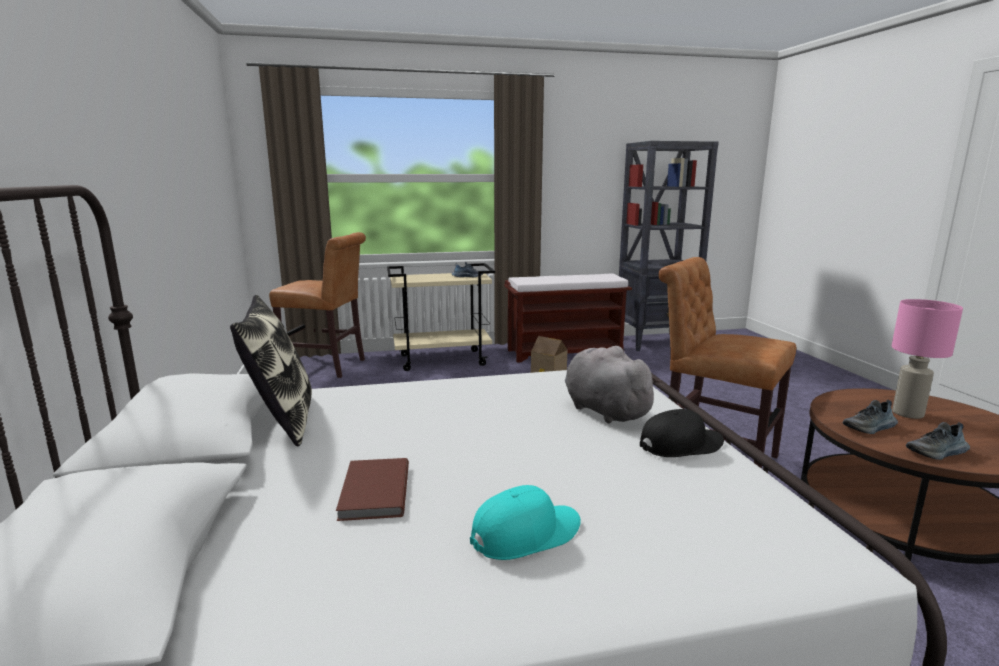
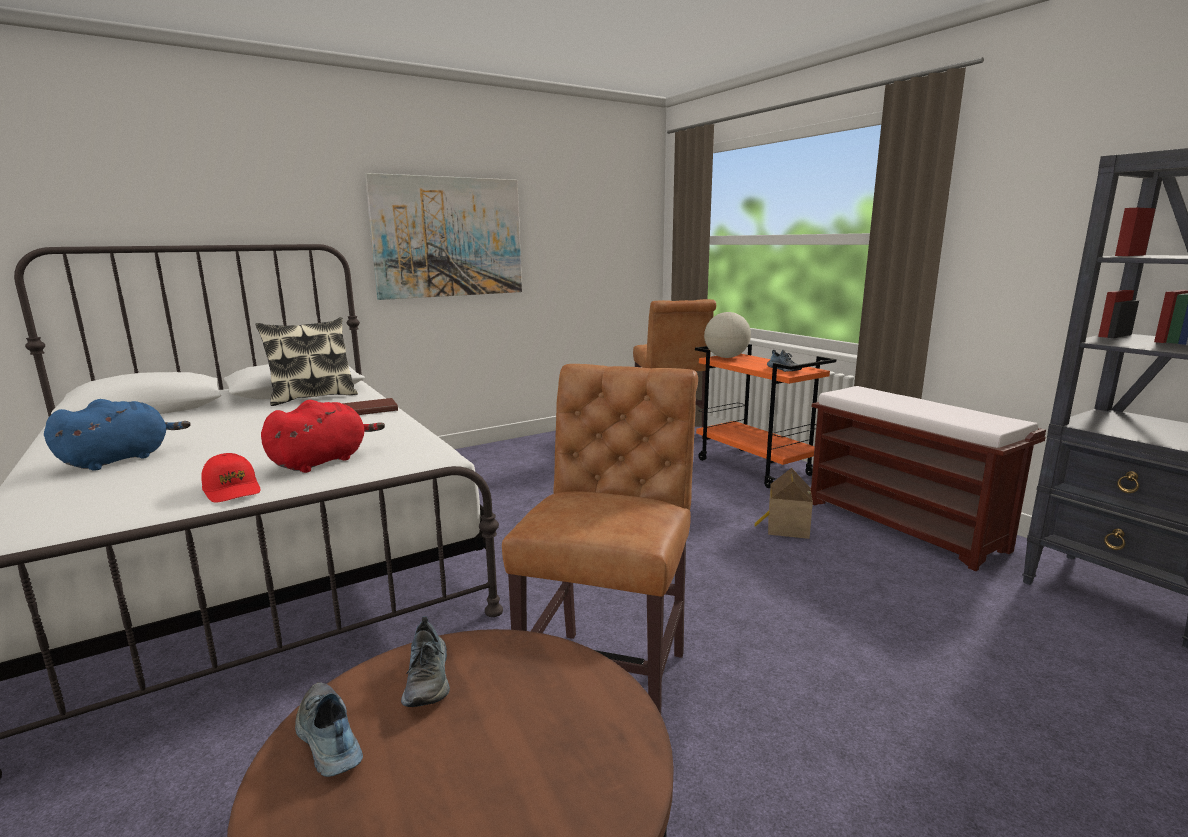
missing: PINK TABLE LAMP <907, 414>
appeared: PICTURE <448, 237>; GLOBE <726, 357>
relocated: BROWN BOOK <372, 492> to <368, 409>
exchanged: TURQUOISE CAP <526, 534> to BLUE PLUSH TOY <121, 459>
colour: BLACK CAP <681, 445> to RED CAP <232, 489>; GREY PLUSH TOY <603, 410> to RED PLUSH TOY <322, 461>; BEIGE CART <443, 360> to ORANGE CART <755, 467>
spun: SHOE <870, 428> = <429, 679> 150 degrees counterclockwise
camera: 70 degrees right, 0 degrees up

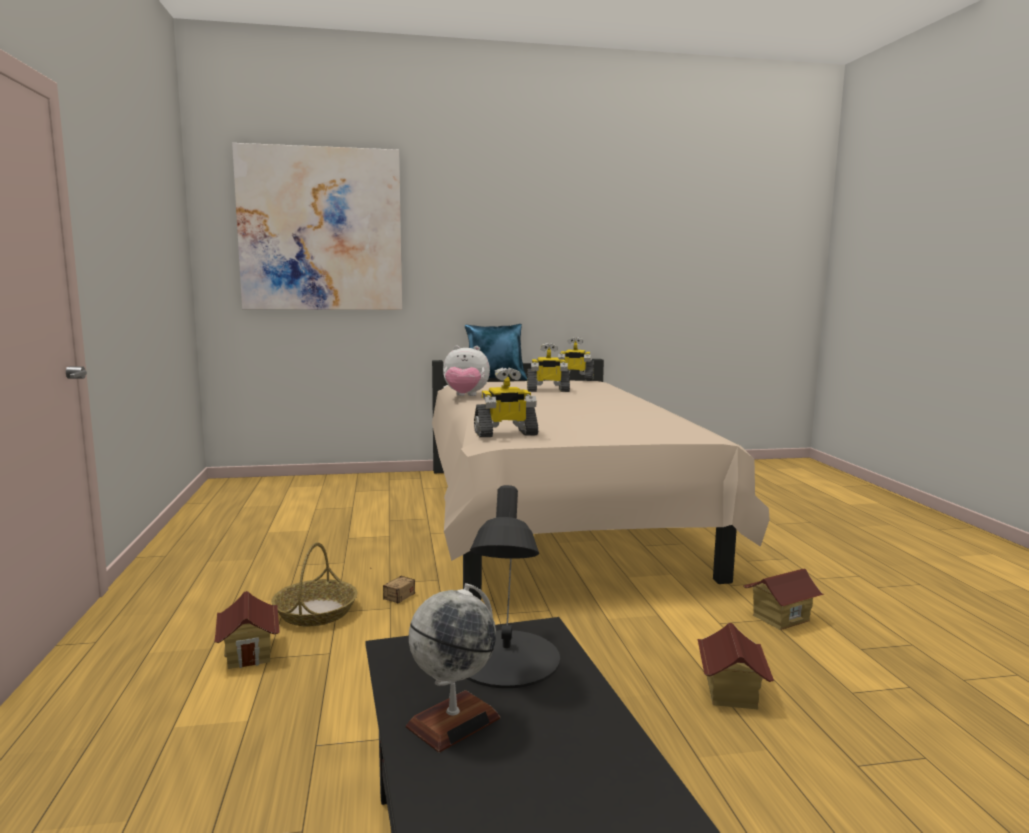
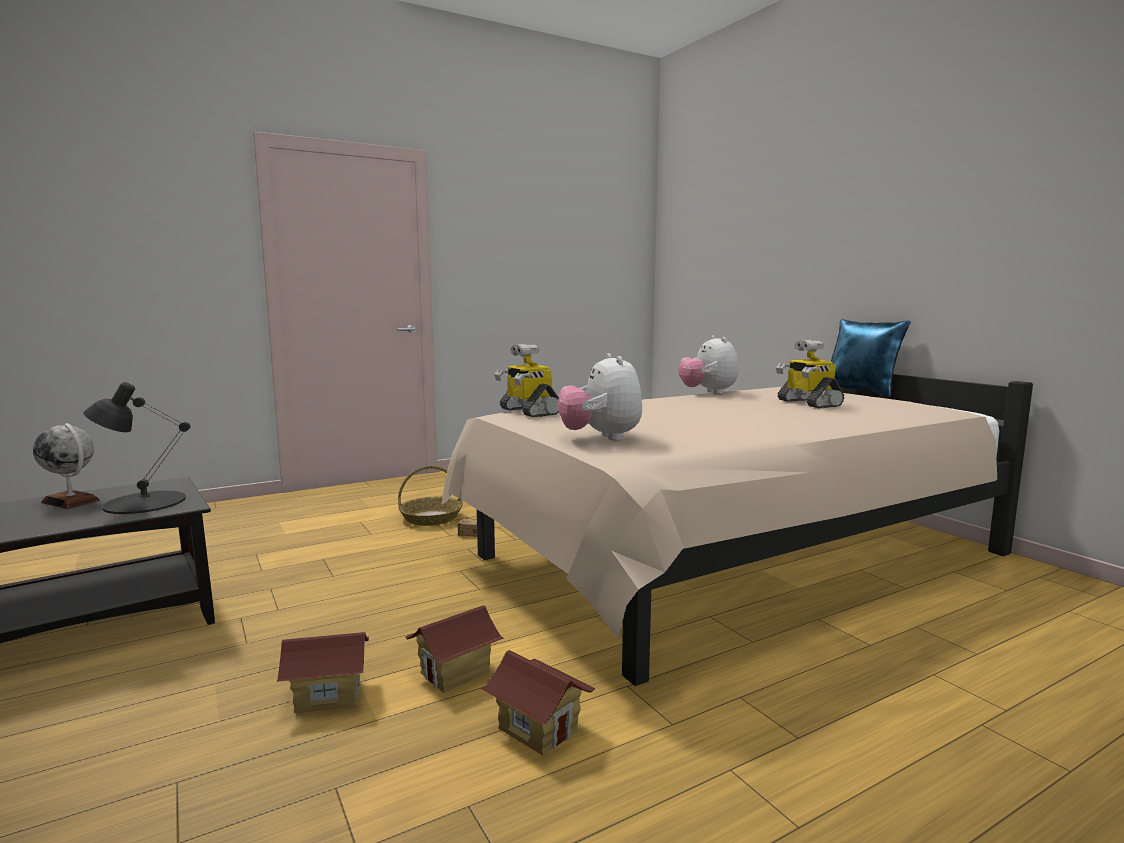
missing: PICTURE <321, 230>; TOY ROBOT <574, 379>
appeared: PLUSH TOY <601, 438>
relocated: TOY HOUSE <249, 654> to <455, 673>
camera: 70 degrees right, 0 degrees up

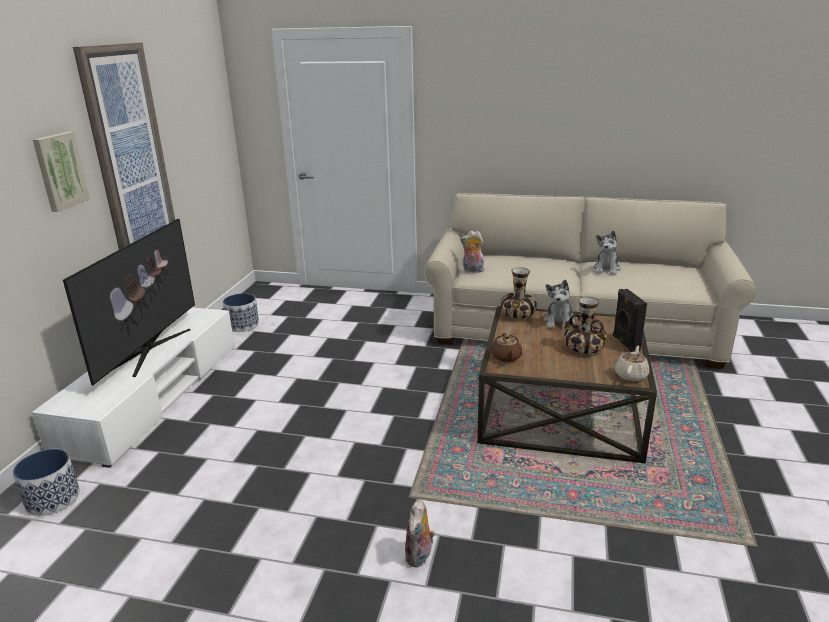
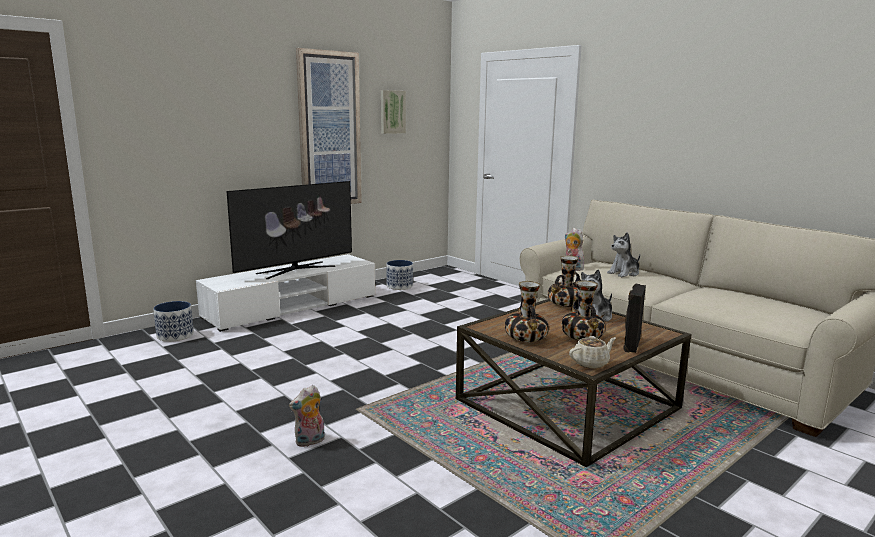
missing: BROWN TEAPOT <506, 357>
appeared: VASE <525, 337>
relocated: PICTURE <59, 171> to <392, 112>; PLUSH TOY <607, 269> to <624, 273>
camera: 35 degrees right, 10 degrees down

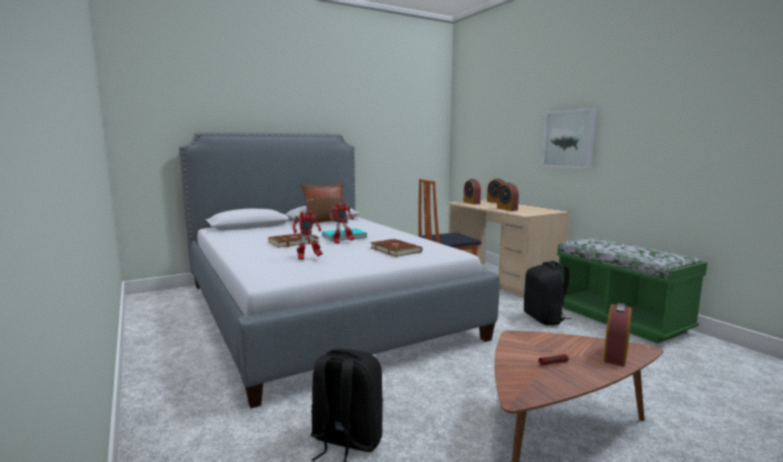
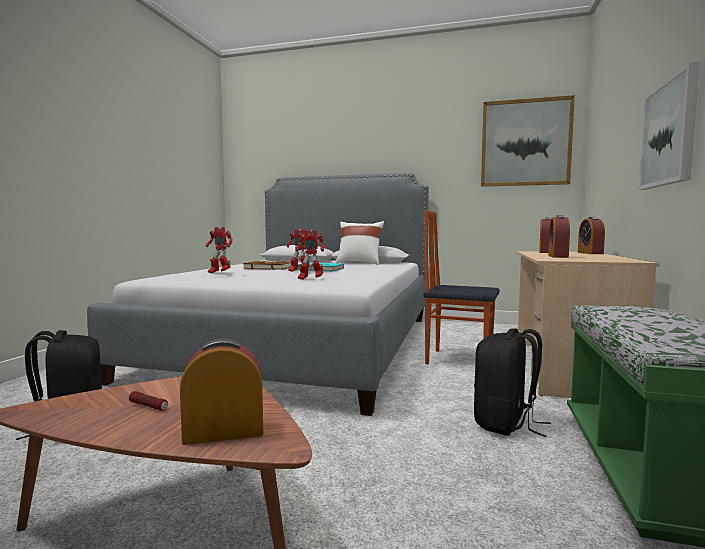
appeared: PICTURE <525, 143>
exchanged: BROWN BOOK <396, 250> to TOY ROBOT <310, 279>
colour: BROWN PILLOW <325, 223> to WHITE PILLOW <359, 263>
camera: 45 degrees right, 5 degrees down

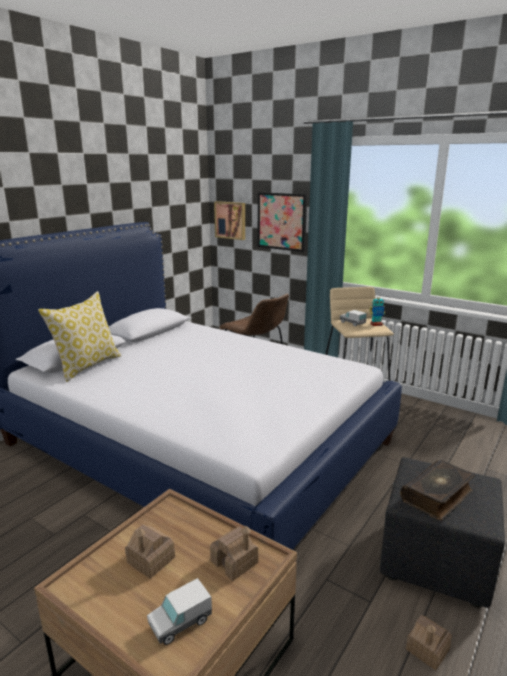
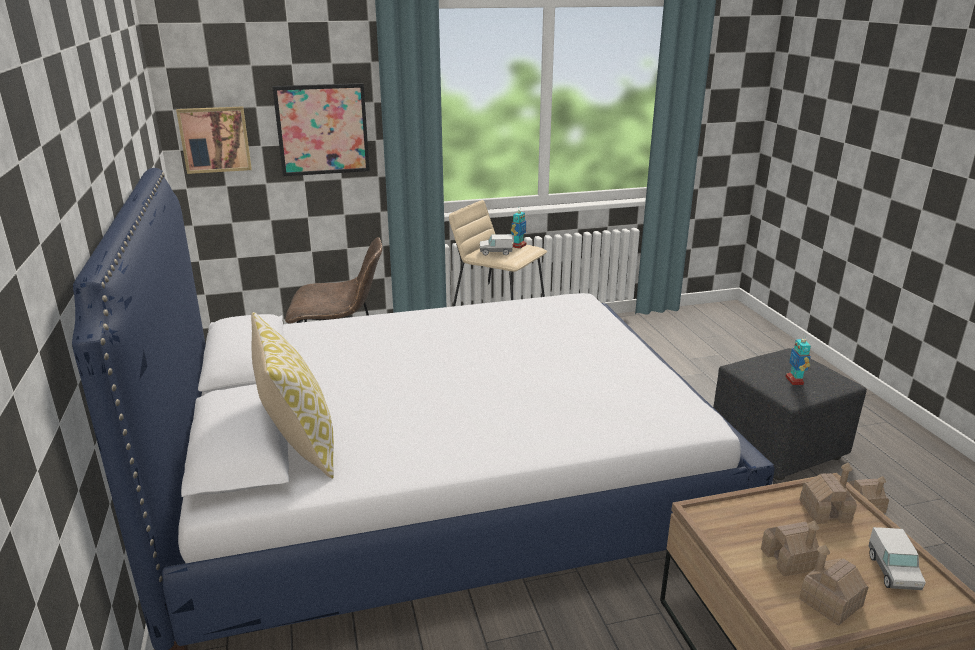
appeared: TOY HOUSE <830, 602>
exchanged: BOOK <438, 496> to TOY ROBOT <795, 381>
camera: 50 degrees left, 5 degrees up

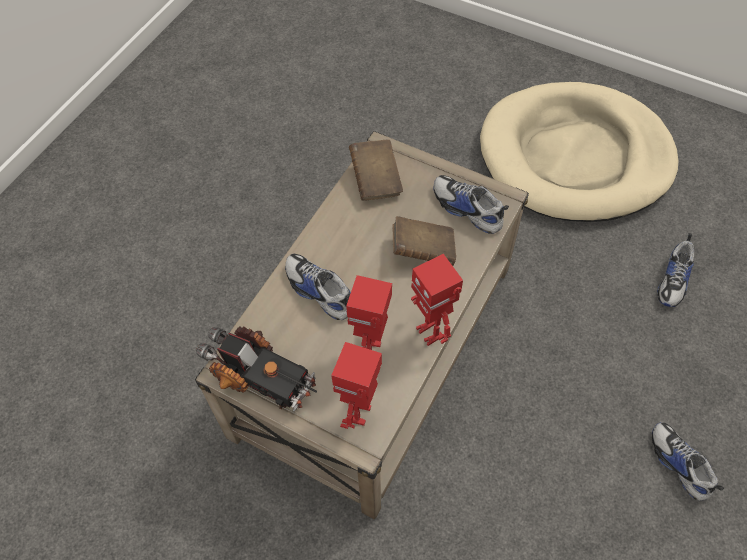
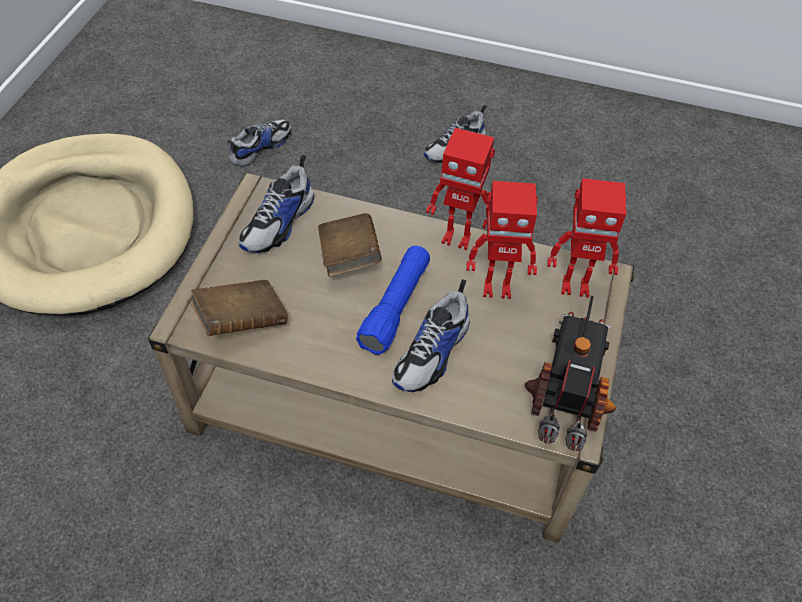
appeared: BLUE FLASHLIGHT <395, 307>
spun: SHOE <674, 280> = <260, 147> 60 degrees counterclockwise; TOY ROBOT <431, 332> = <457, 238> 60 degrees clockwise
camera: 105 degrees left, 5 degrees down

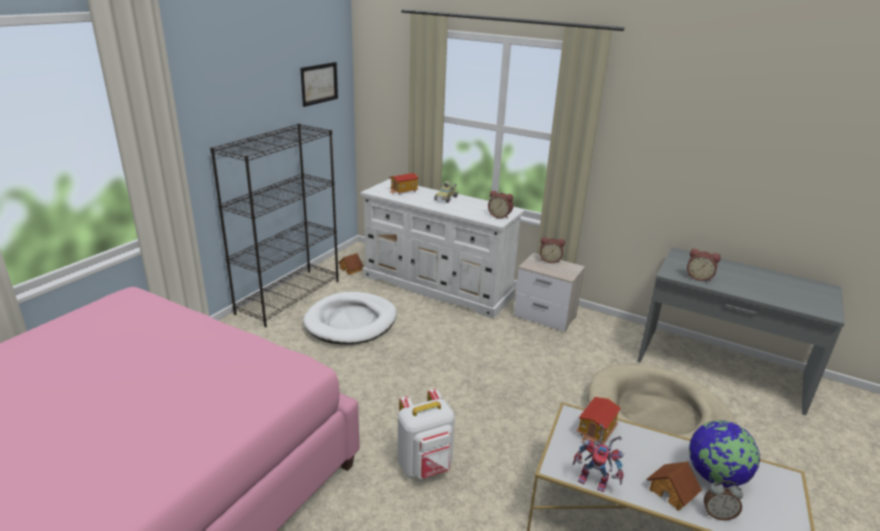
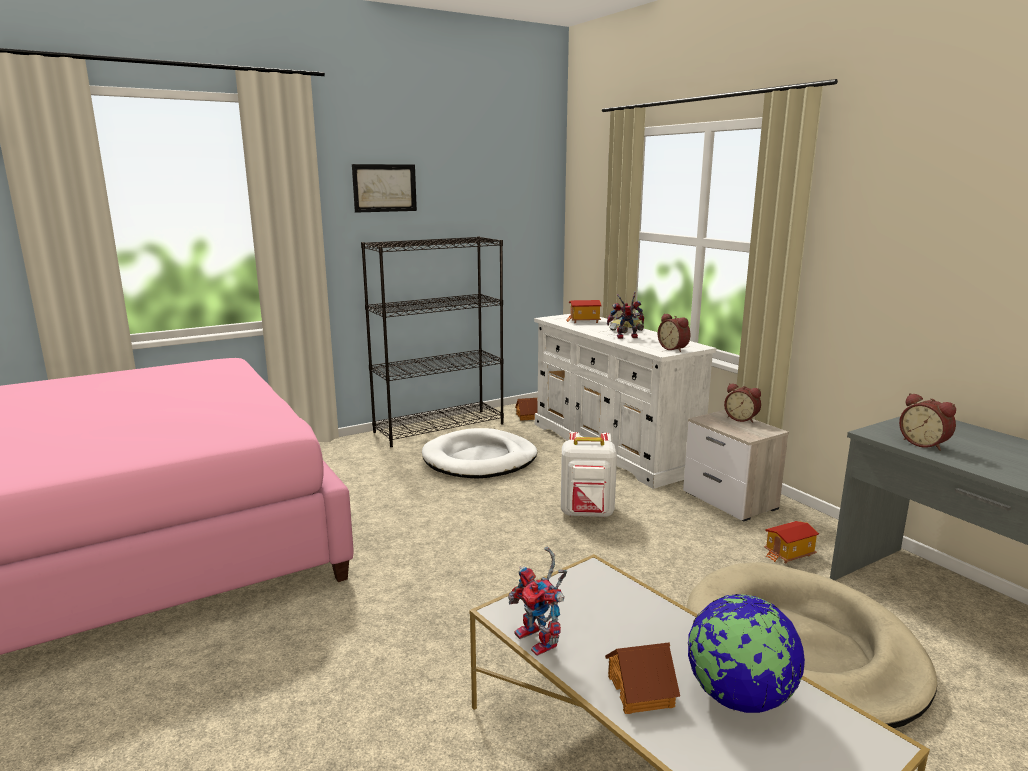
missing: ALARM CLOCK <718, 514>
appeared: TOY ROBOT <625, 337>
relocated: PICTURE <319, 83> to <384, 188>; WHITE BACKPACK <425, 467> to <587, 513>; TOY HOUSE <597, 431> to <789, 554>
camera: 30 degrees right, 10 degrees down

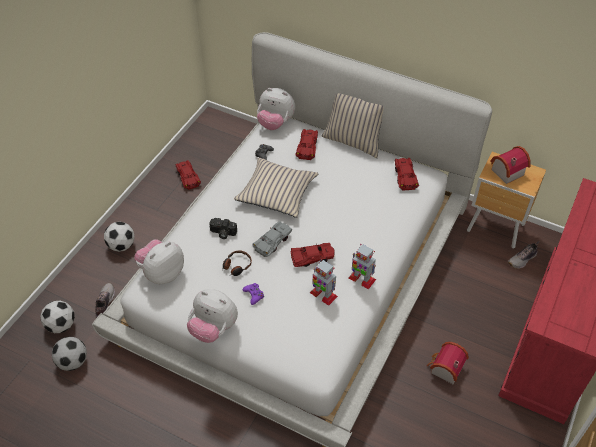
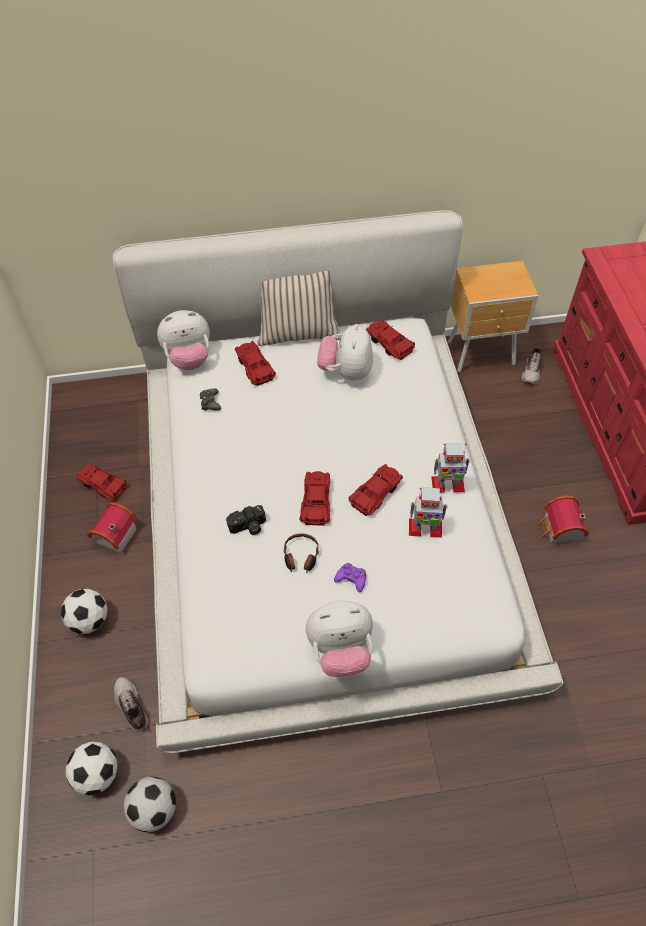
missing: BEIGE PILLOW <277, 193>
relocated: TOY HOUSE <505, 171> to <113, 536>; PLUSH TOY <162, 273> to <346, 371>
colour: GREY TOY CAR <273, 242> to RED TOY CAR <316, 501>
camera: 35 degrees left, 5 degrees up

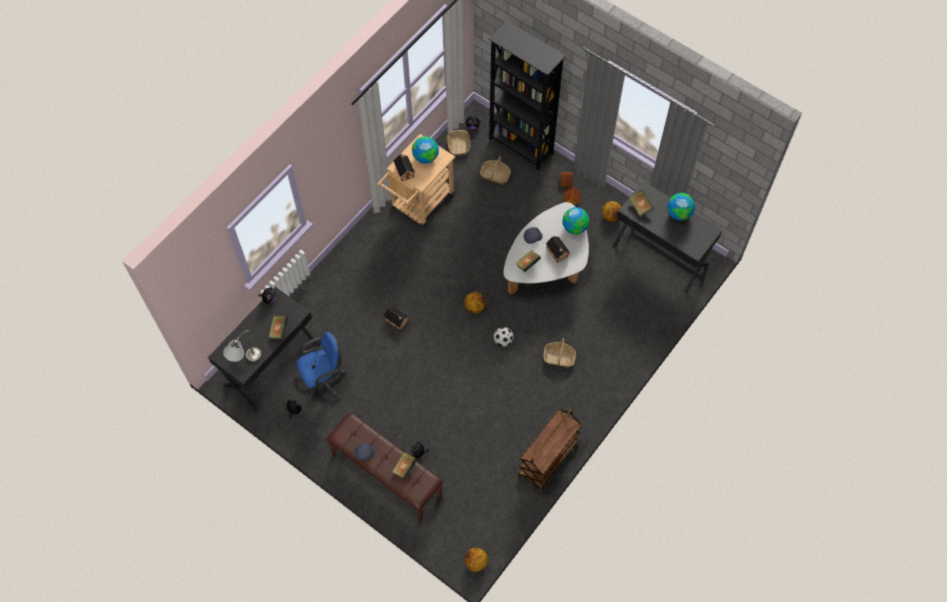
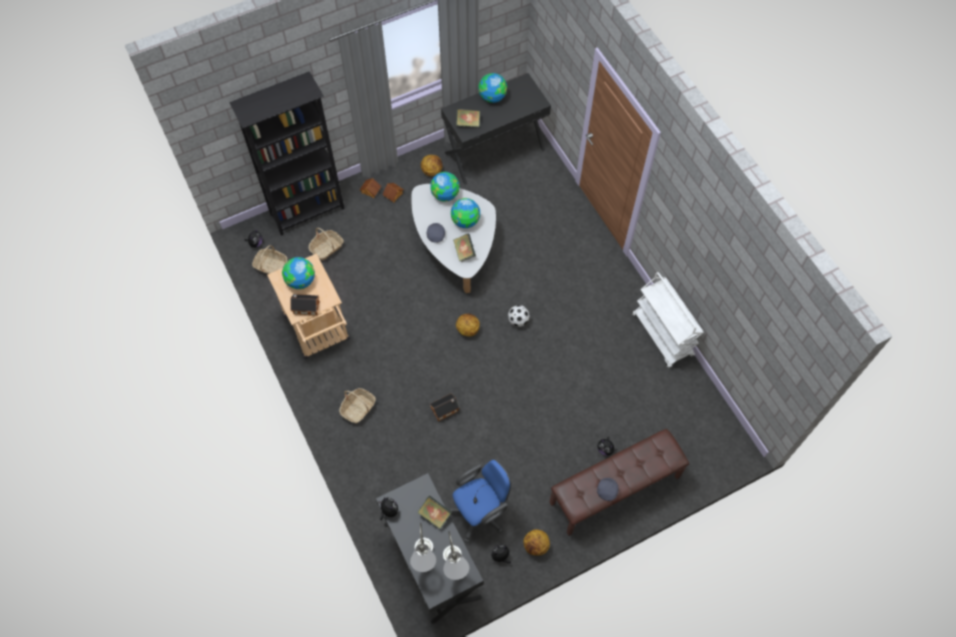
missing: BOOK <405, 468>
appeared: GREY TABLE LAMP <424, 560>
relocated: BASKET <559, 357> to <358, 408>; BASKETBALL <476, 562> to <536, 546>
exchanged: TOY HOUSE <557, 253> to GLOBE <465, 221>
colour: BROWN CART <548, 460> to WHITE CART <662, 335>
spun: BLUE OFFICE CHAIR <324, 382> = <481, 512> 60 degrees clockwise
camera: 65 degrees left, 0 degrees up

